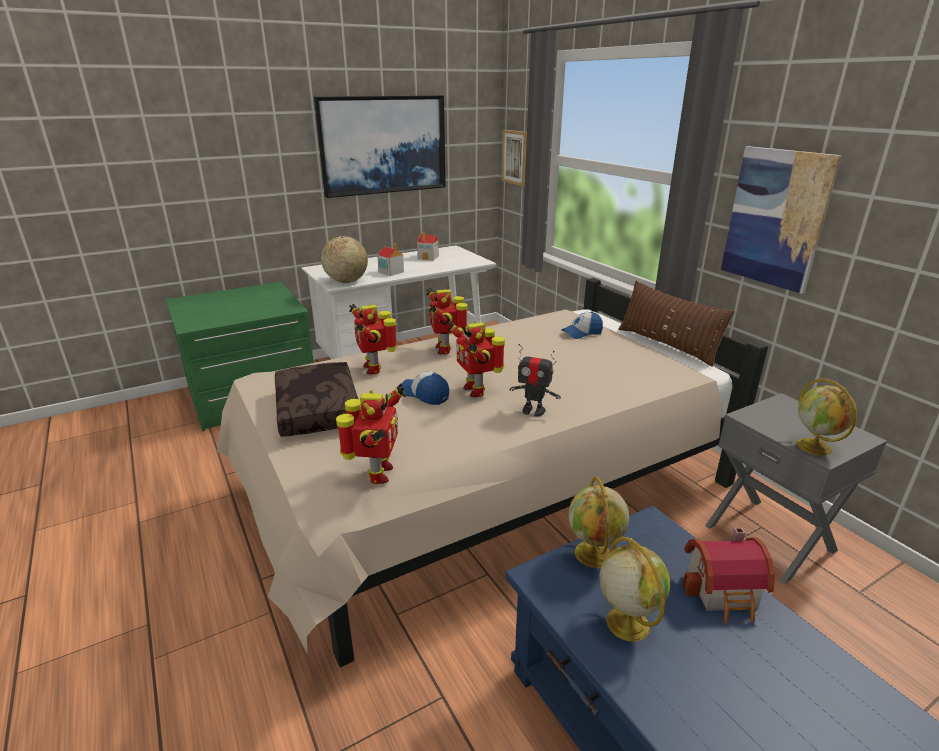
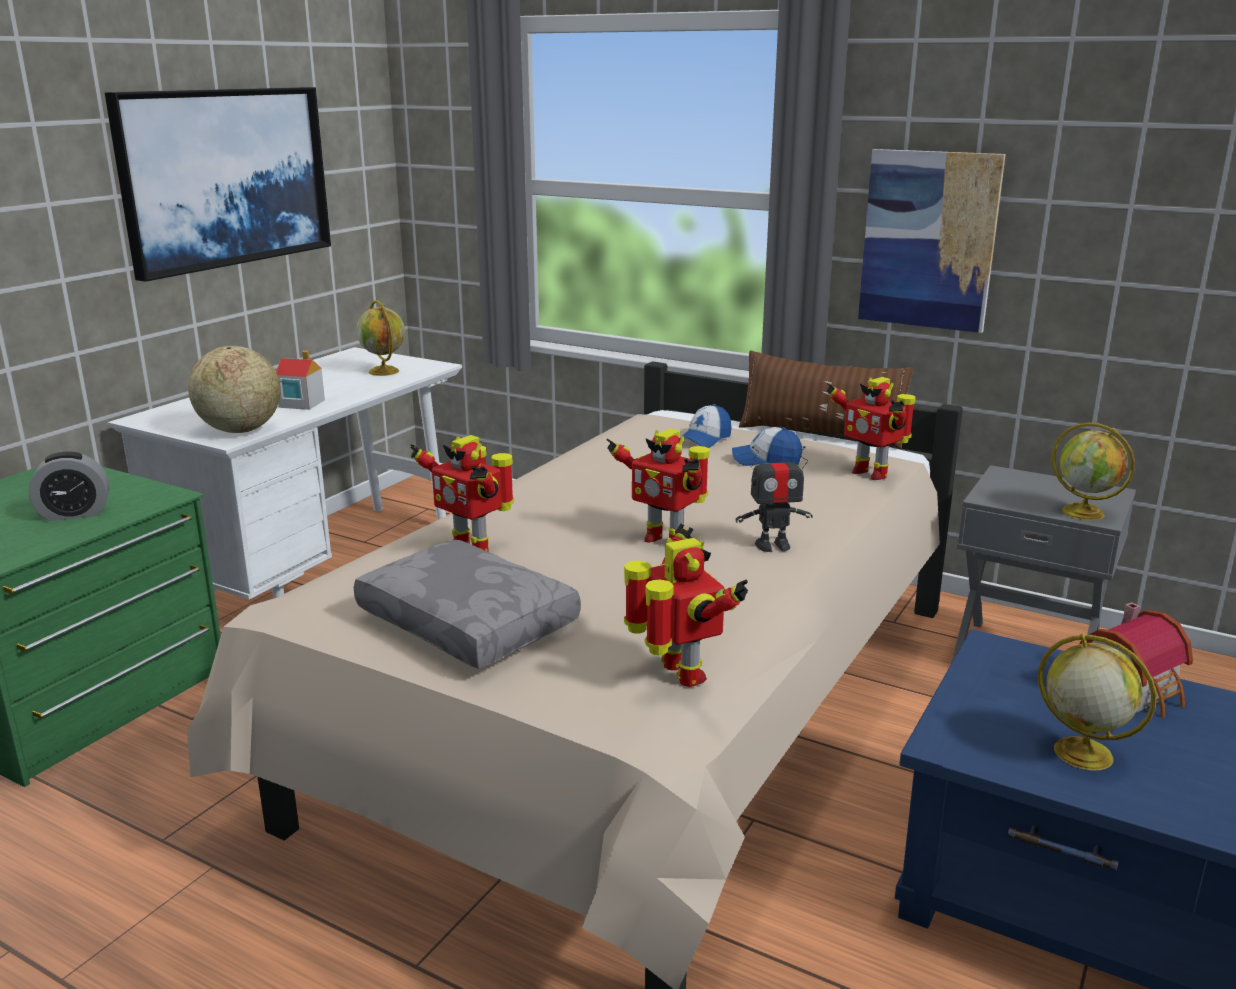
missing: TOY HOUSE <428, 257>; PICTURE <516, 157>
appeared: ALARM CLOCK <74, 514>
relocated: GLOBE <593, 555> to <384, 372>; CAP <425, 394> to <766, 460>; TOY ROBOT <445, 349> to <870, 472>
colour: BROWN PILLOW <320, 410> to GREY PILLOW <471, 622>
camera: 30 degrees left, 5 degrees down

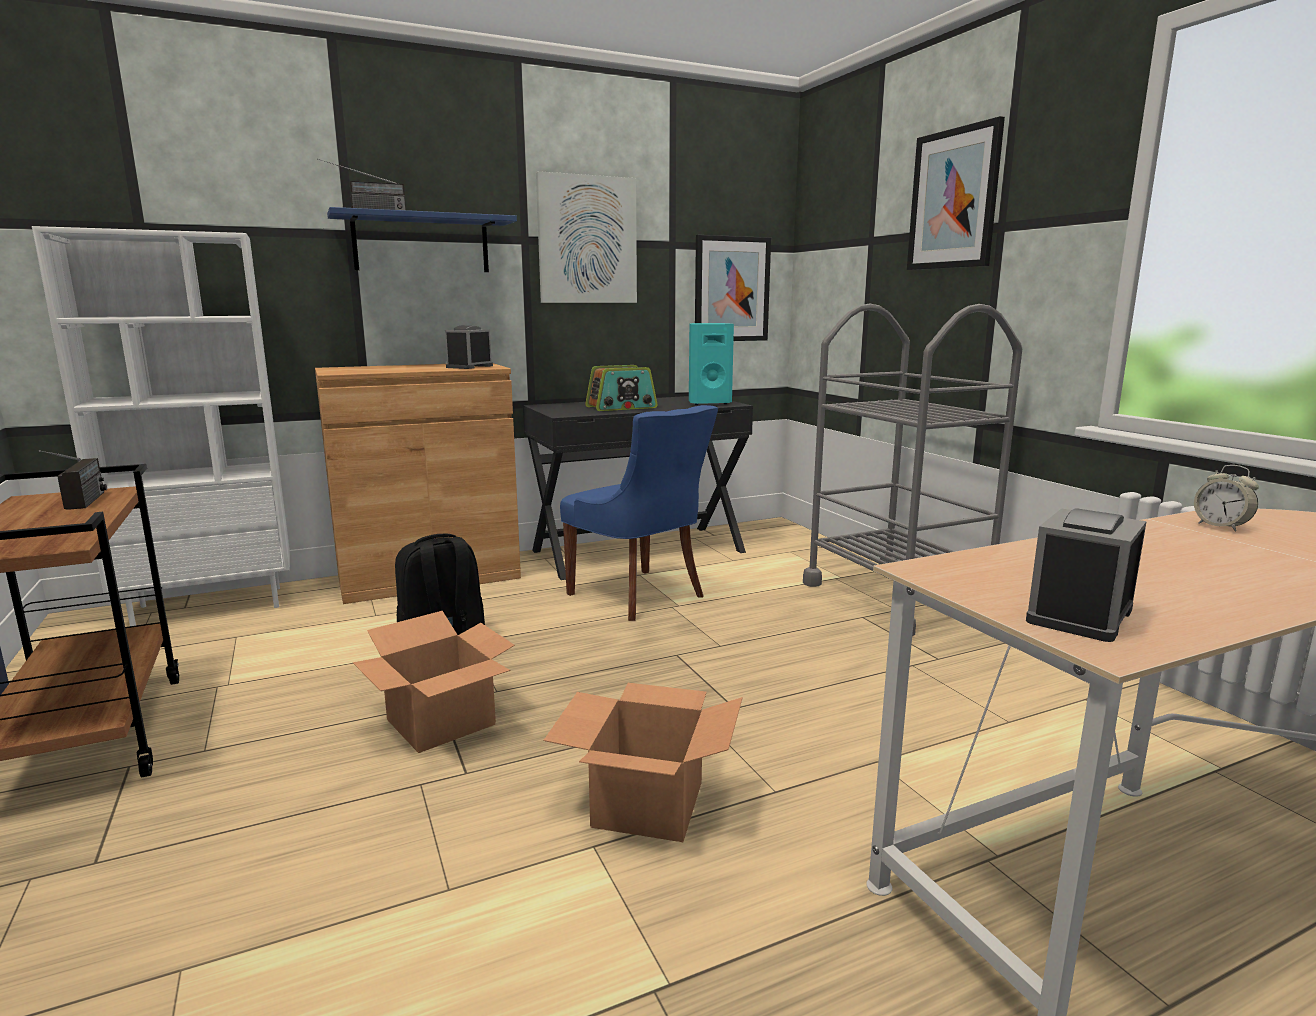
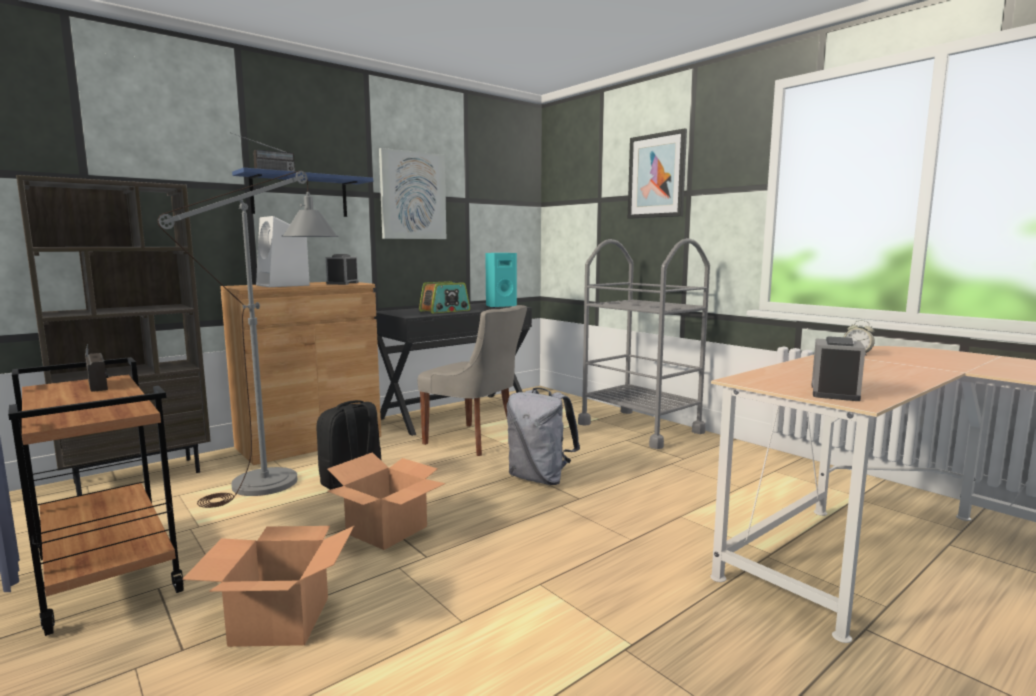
missing: PICTURE <731, 289>
appeared: GREY FLOOR LAMP <281, 477>; WHITE SPEAKER <283, 285>; GREY BACKPACK <540, 478>
relocated: CARDBOARD BOX <648, 805> to <281, 621>
colour: WHITE BOOKCASE <211, 606> to BROWN BOOKCASE <139, 476>; BLUE CHAIR <639, 595> to GREY CHAIR <474, 440>
camera: 15 degrees left, 5 degrees down

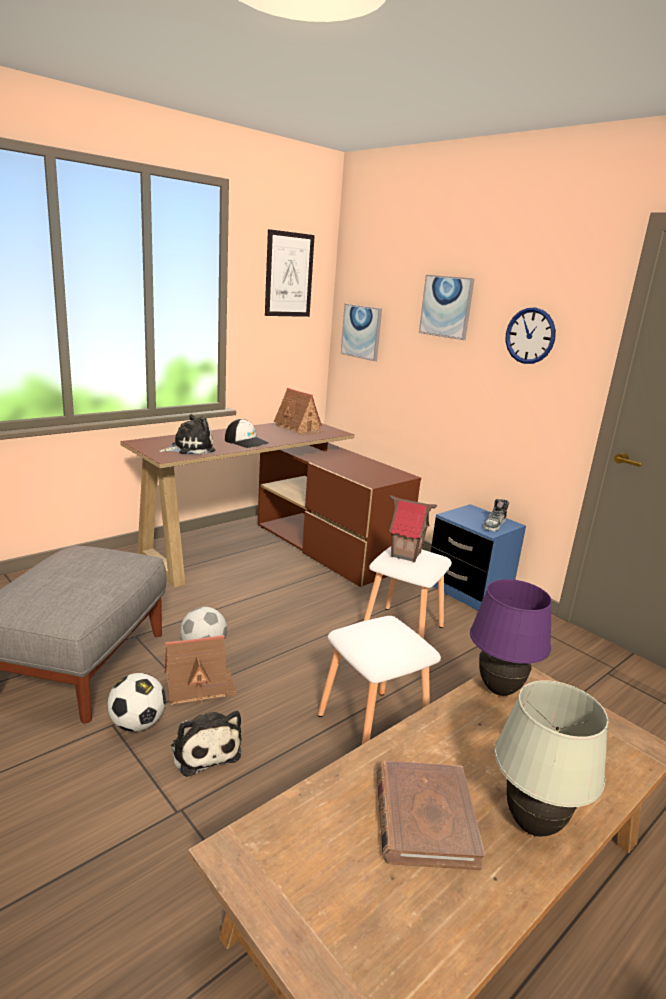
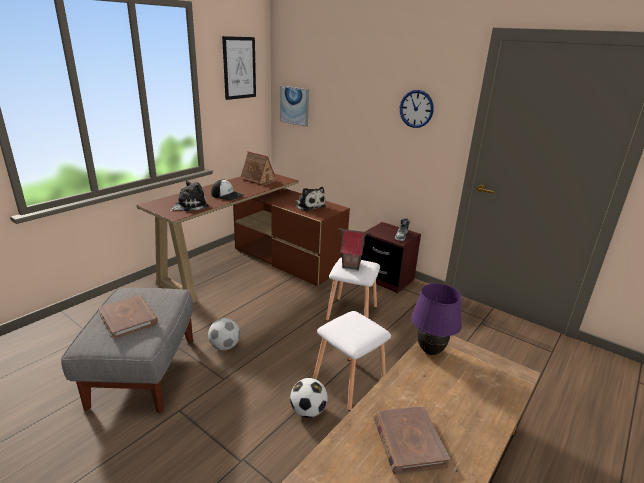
missing: TOY HOUSE <199, 686>; PICTURE <446, 306>; WHITE TABLE LAMP <533, 825>
appeared: BROWN BOOK <128, 319>
relocated: FOOTBALL <137, 724> to <308, 411>; PLUSH TOY <205, 749> to <309, 206>
colour: BLUE NIGHTSTAND <468, 590> to BROWN NIGHTSTAND <386, 279>
camera: 10 degrees left, 5 degrees up

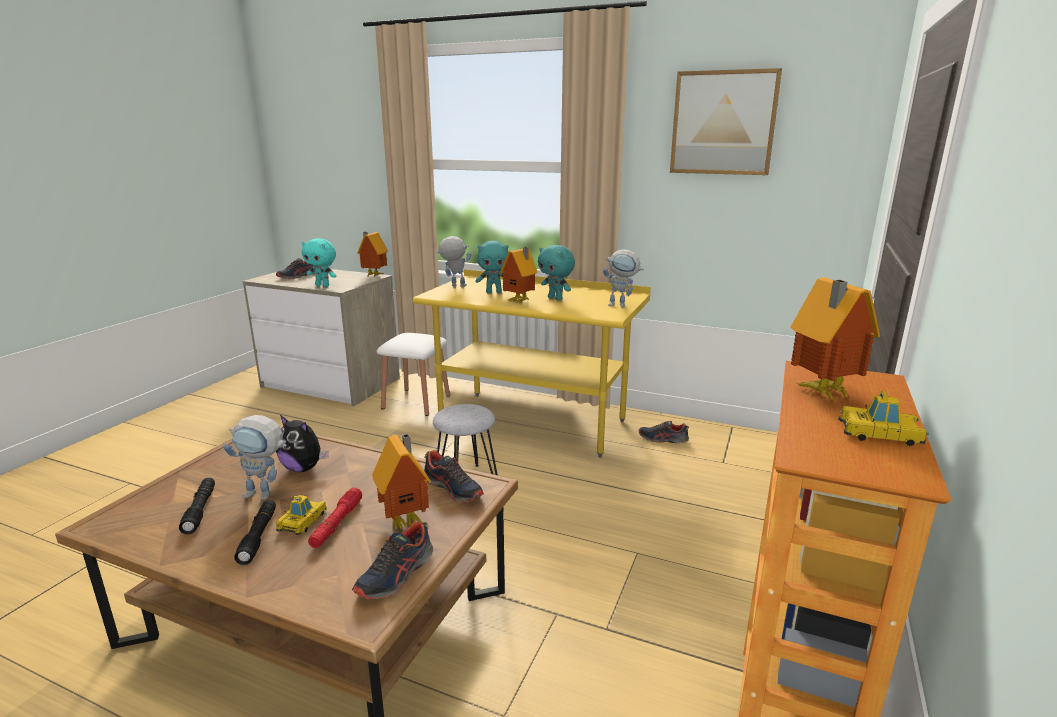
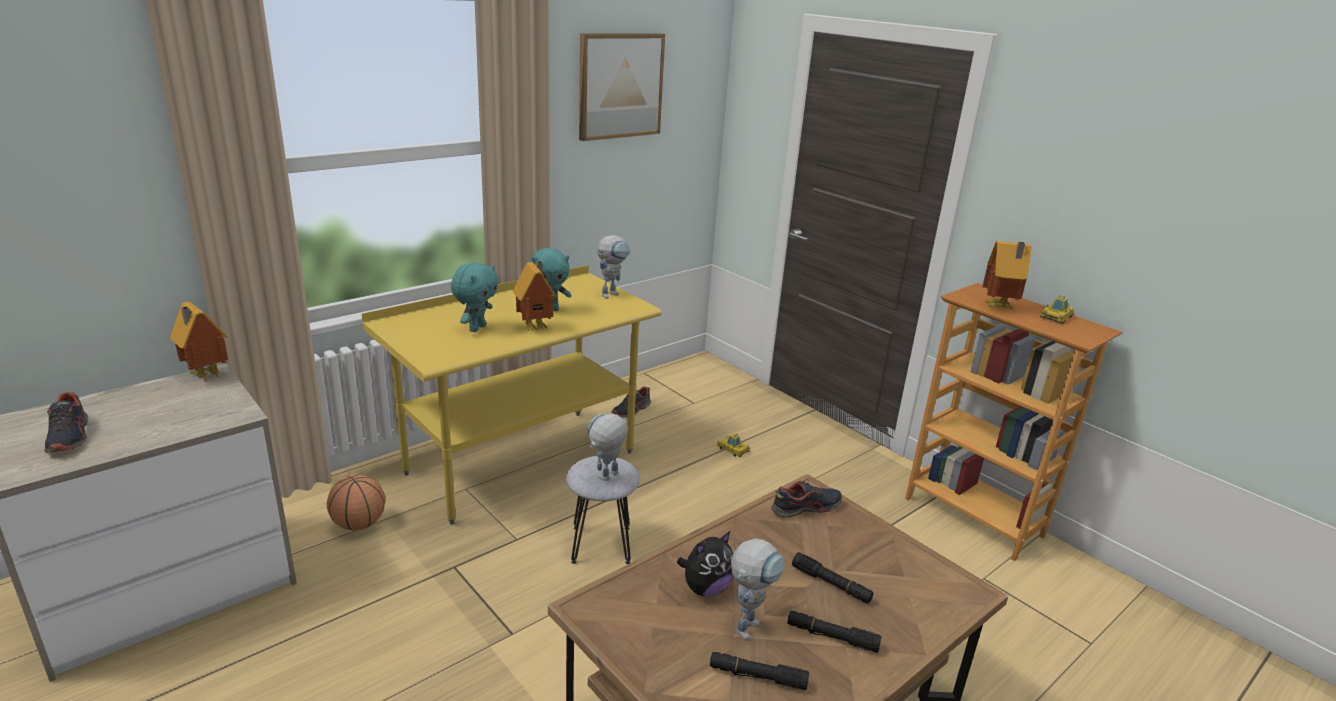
missing: TURQUOISE PLUSH TOY <323, 285>; SHOE <396, 575>; TOY HOUSE <407, 520>
relocated: TOY ROBOT <454, 286> to <606, 479>; TOY CAR <302, 521> to <733, 449>
exchanged: WHITE STOOL <416, 402> to BASKETBALL <359, 524>
colour: RED FLASHLIGHT <336, 524> to BLACK FLASHLIGHT <831, 584>
camera: 65 degrees left, 5 degrees up

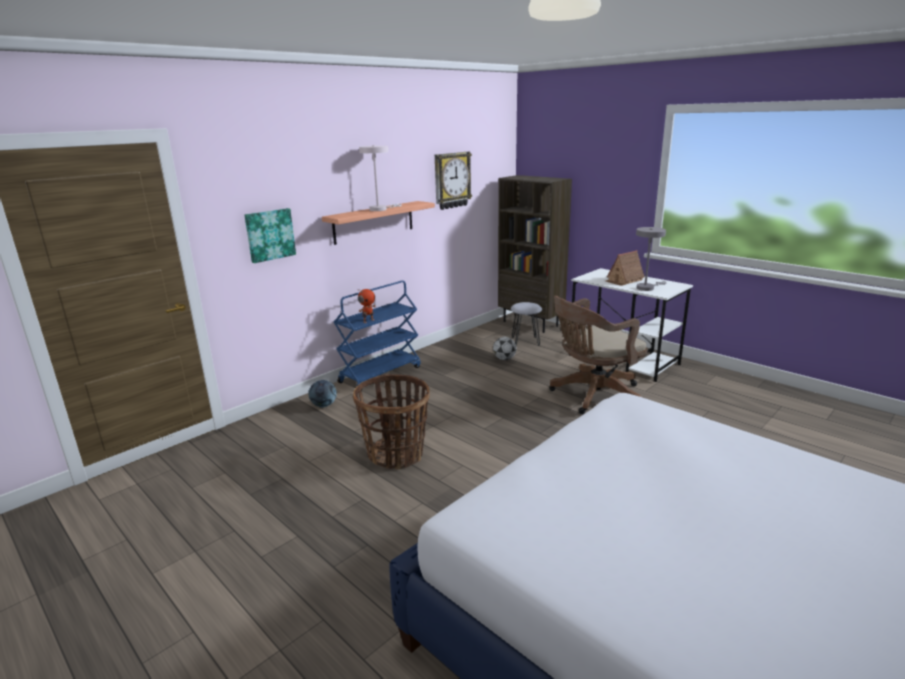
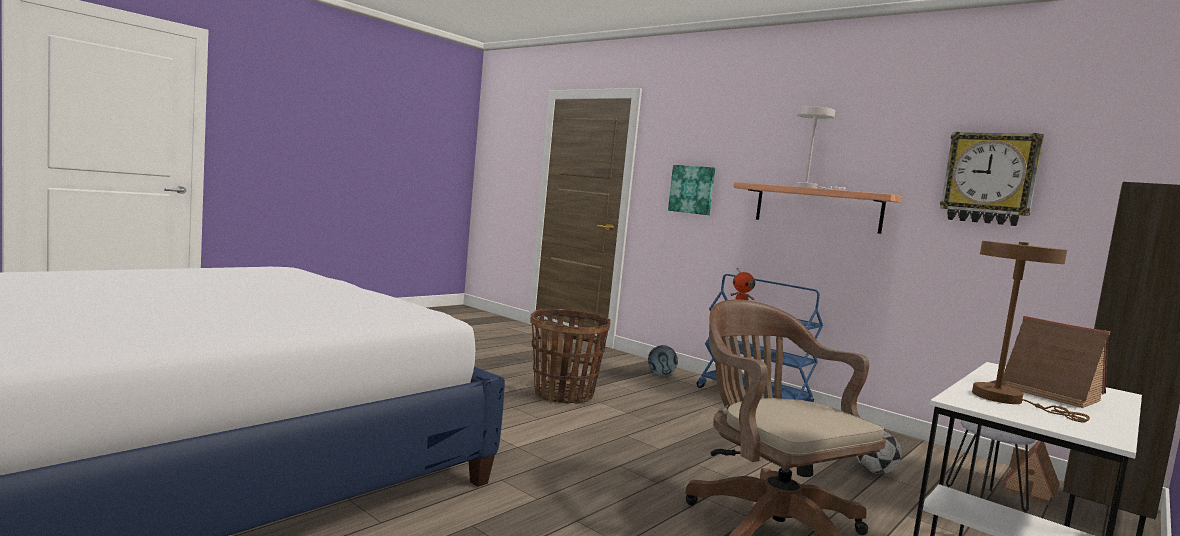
appeared: TOY HOUSE <1029, 489>
colour: GREY TABLE LAMP <647, 287> to BROWN TABLE LAMP <1006, 399>
camera: 85 degrees right, 15 degrees down

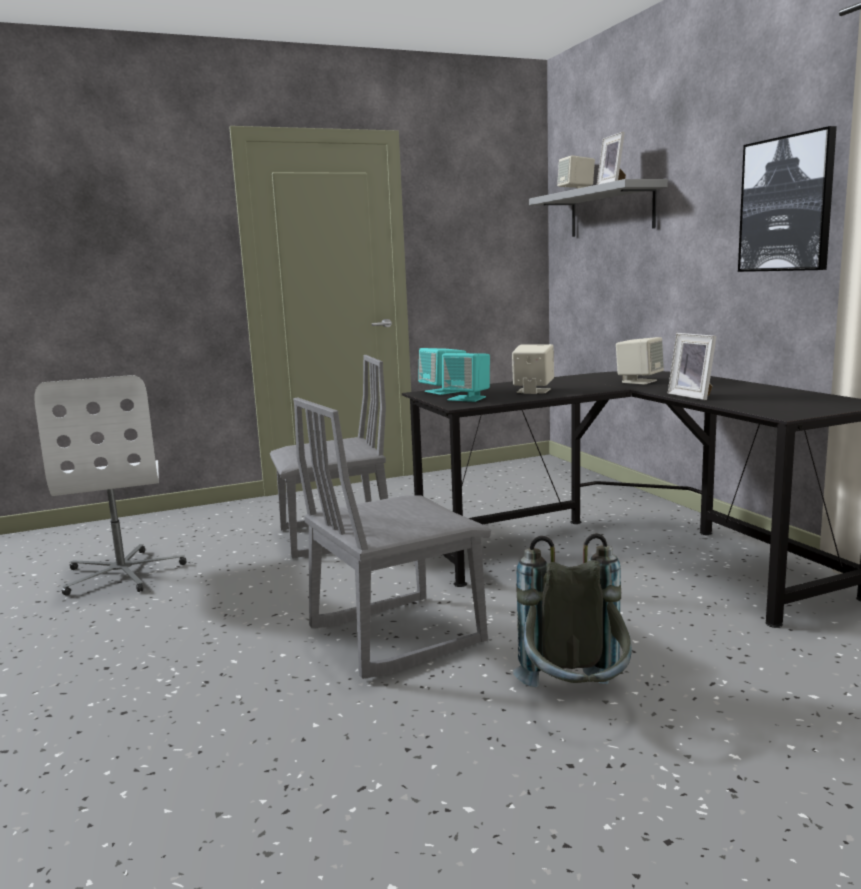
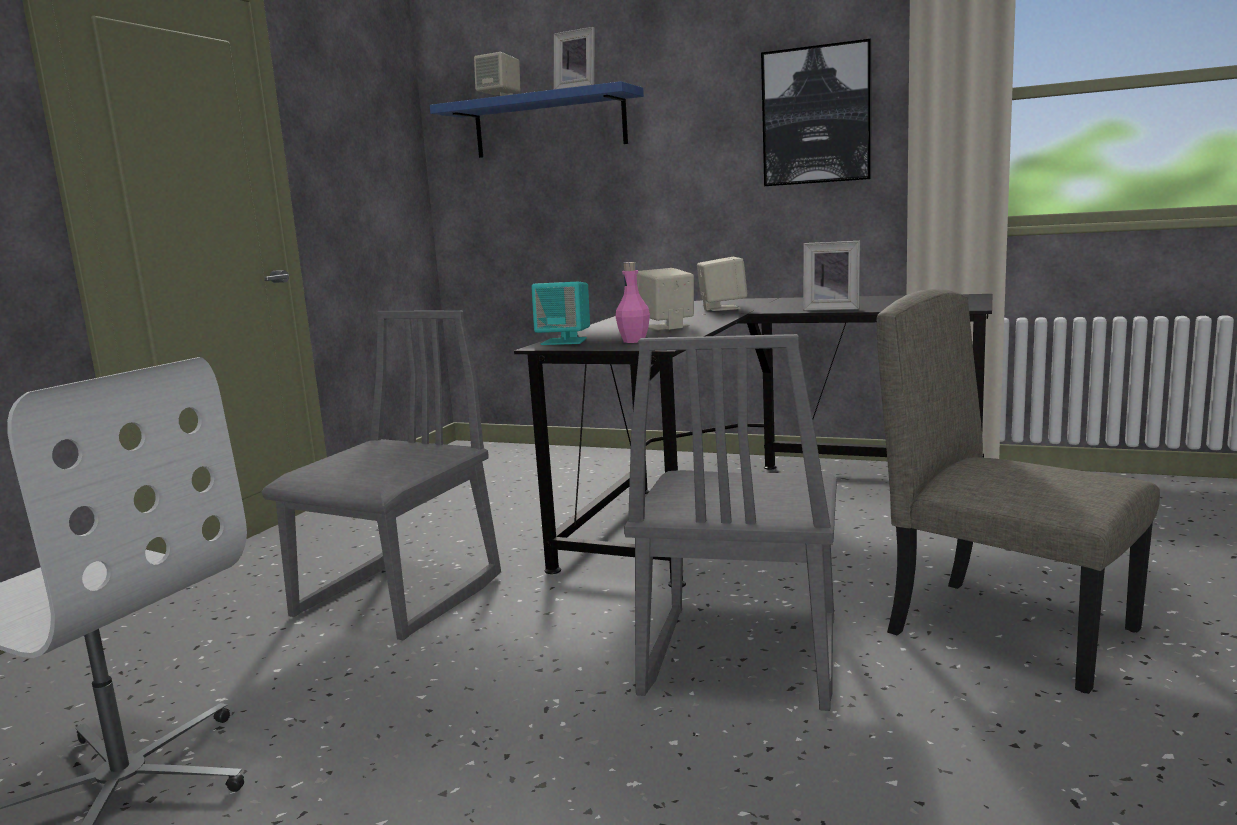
exchanged: TURQUOISE SPEAKER <467, 398> to PINK BOTTLE <634, 341>; GREY BACKPACK <575, 701> to BEIGE CHAIR <1012, 631>
colour: GREY SHELF <611, 211> to BLUE SHELF <549, 125>
camera: 45 degrees left, 0 degrees up

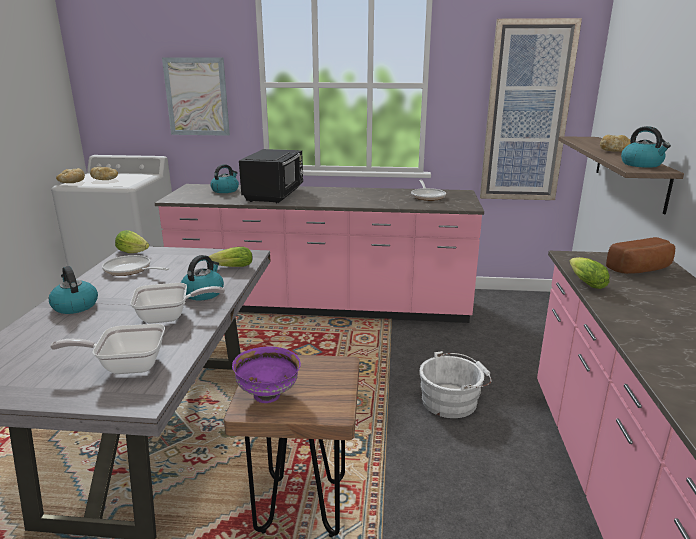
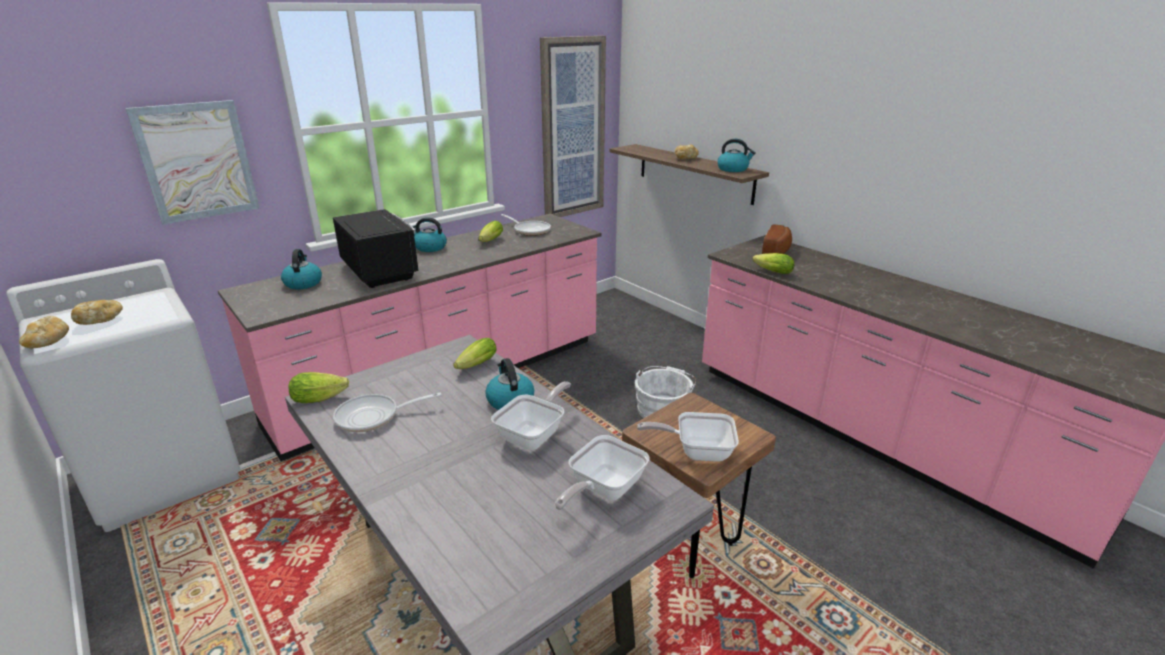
appeared: LETTUCE <489, 241>
relocated: KETTLE <75, 306> to <430, 248>
exchanged: PURPLE BOWL <268, 395> to FRYING PAN <697, 451>
camera: 45 degrees left, 5 degrees up

